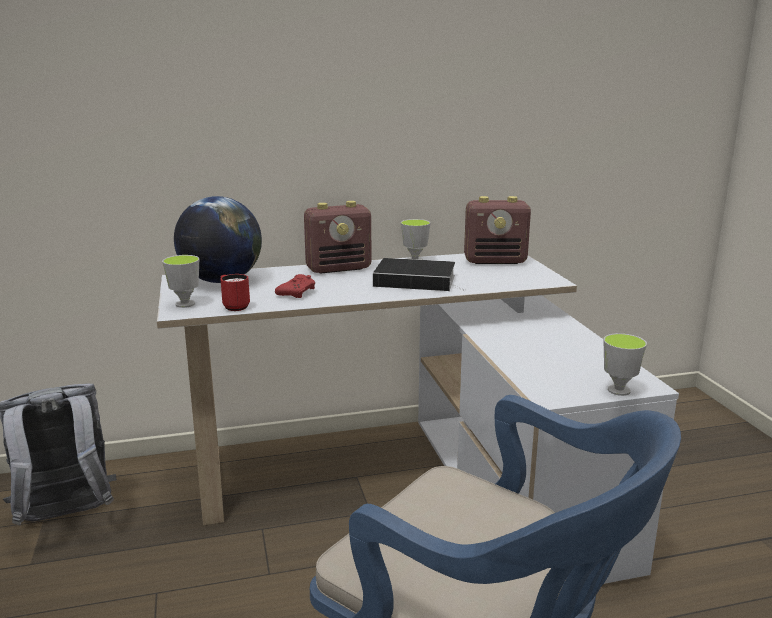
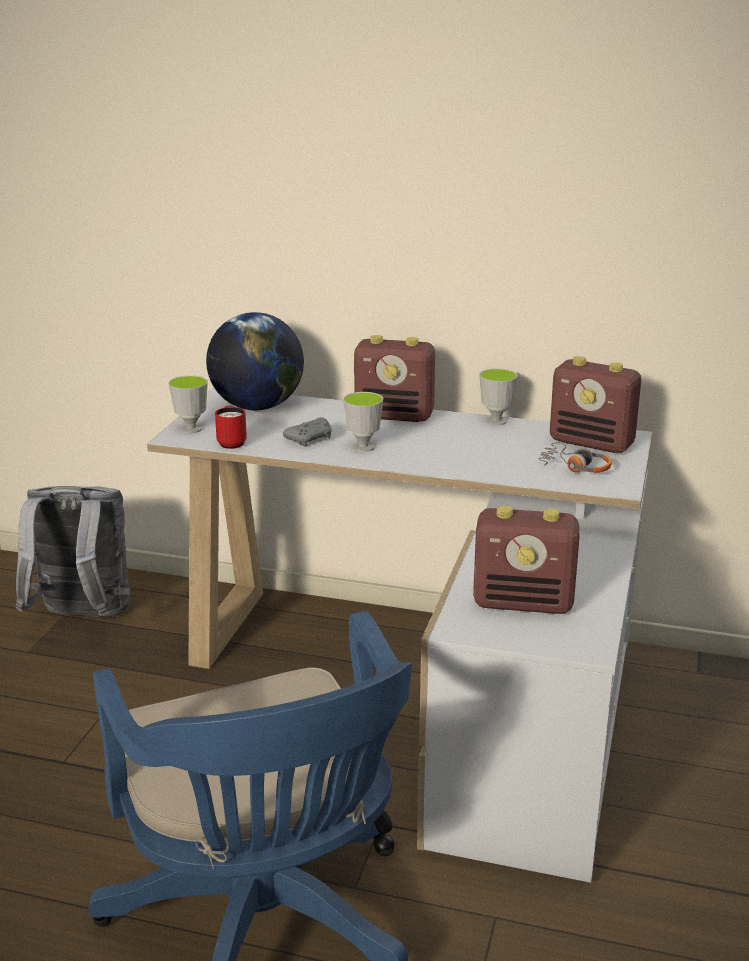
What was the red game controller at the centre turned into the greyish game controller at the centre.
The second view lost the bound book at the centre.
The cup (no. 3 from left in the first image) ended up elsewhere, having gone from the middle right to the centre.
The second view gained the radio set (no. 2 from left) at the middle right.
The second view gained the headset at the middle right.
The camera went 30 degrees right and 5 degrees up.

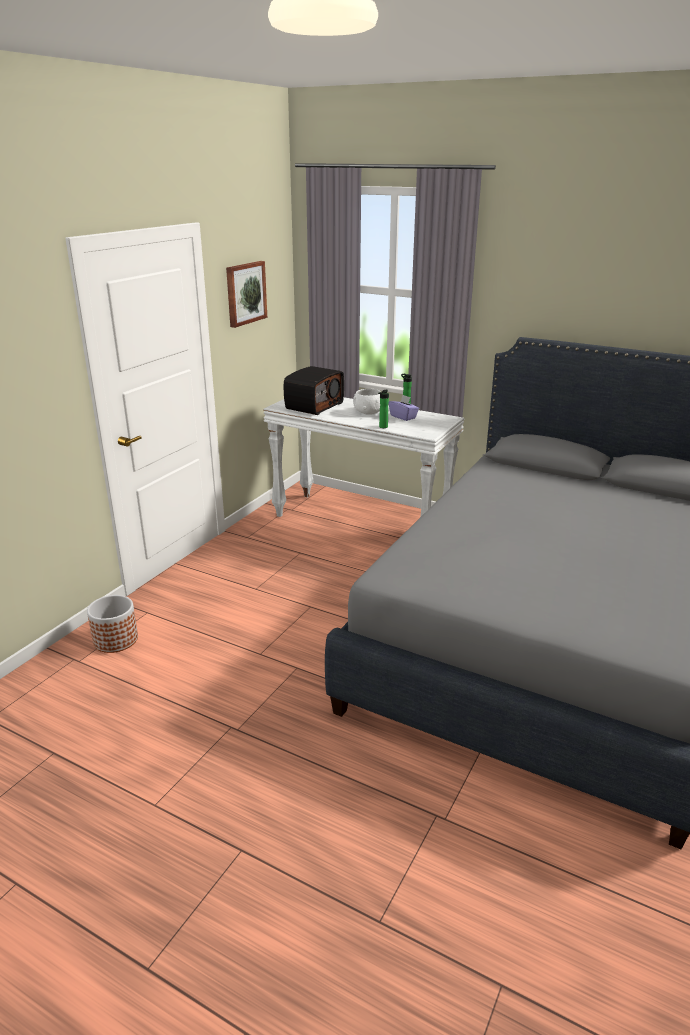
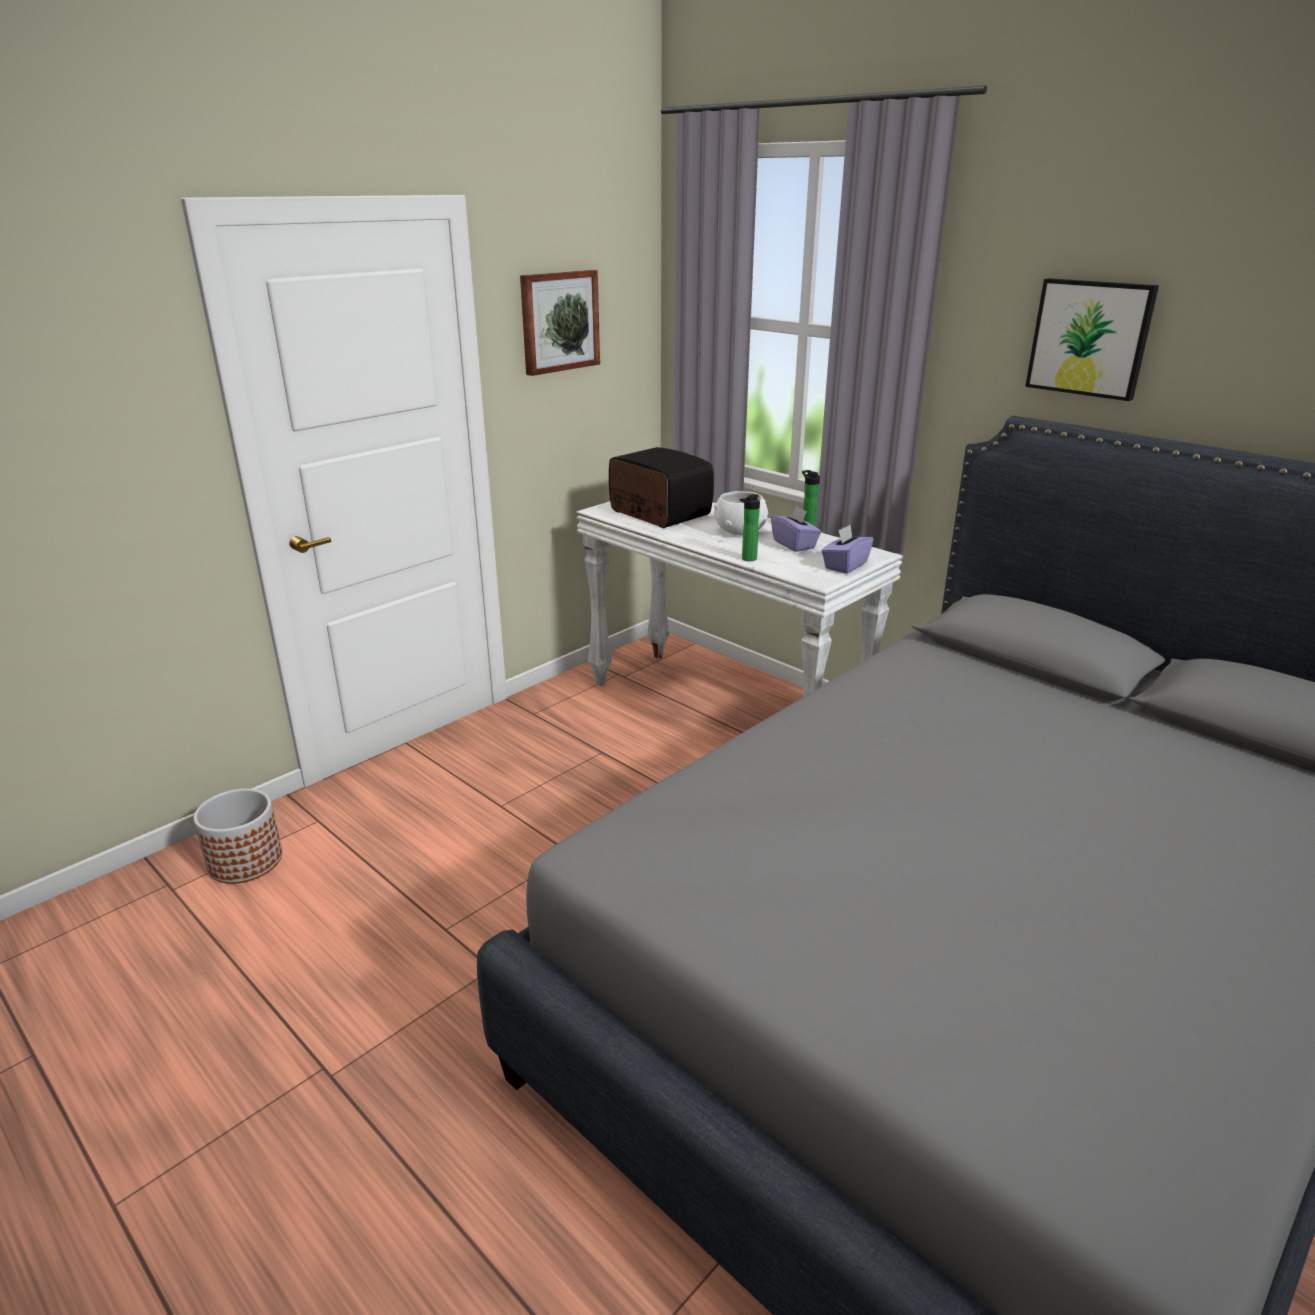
The radio set at the centre ended up facing another way, 90 degrees counterclockwise from before.
The second view gained the purple box of tissues (no. 2 from left) at the centre.
The second view gained the wall art (no. 2 from left) at the top right.
The camera went 15 degrees right and 0 degrees up.

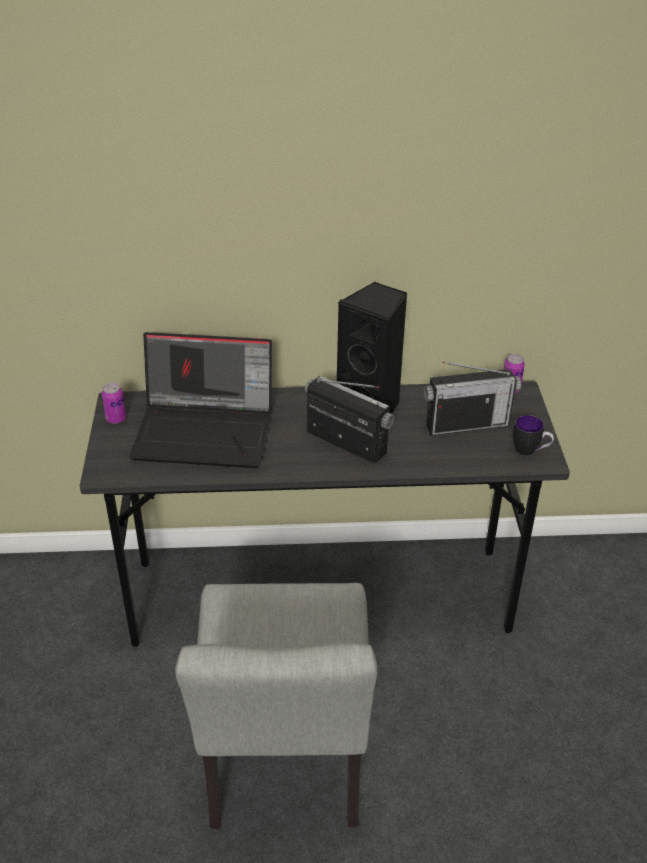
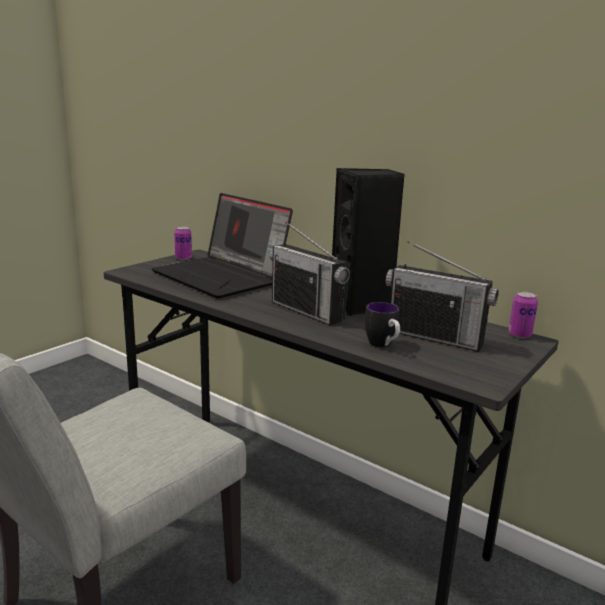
The radio set (no. 1 from left) at the centre ended up facing another way, 150 degrees clockwise from before.
The mug ended up elsewhere, having gone from the middle right to the centre.
The camera went 40 degrees right and 20 degrees down.

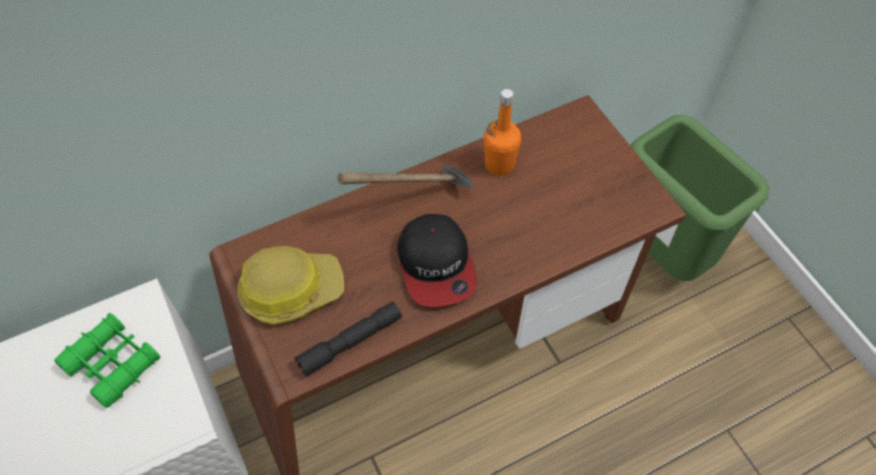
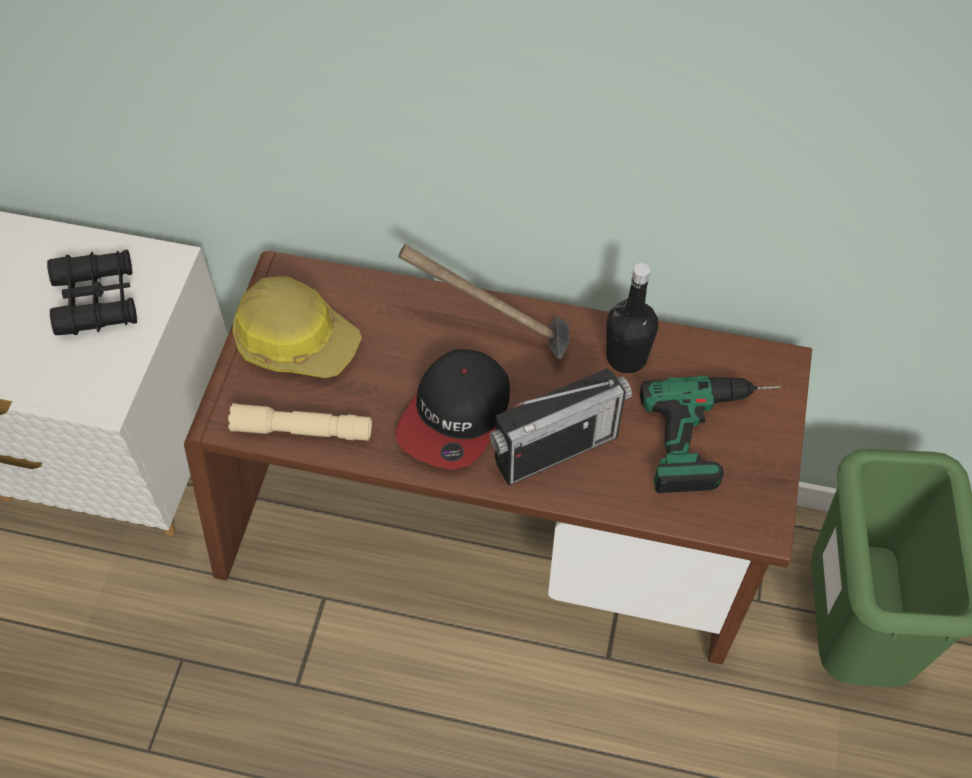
What was the green-coloured field glasses at the bottom left turned into the black field glasses at the middle left.
What was the black torch at the bottom centre turned into the sand-coloured torch at the middle left.
What was the orangey beverage bottle at the top centre turned into the black beverage bottle at the centre.
The second view gained the radio set at the centre.
The second view gained the power drill at the middle right.
The camera went 40 degrees right and 0 degrees up.

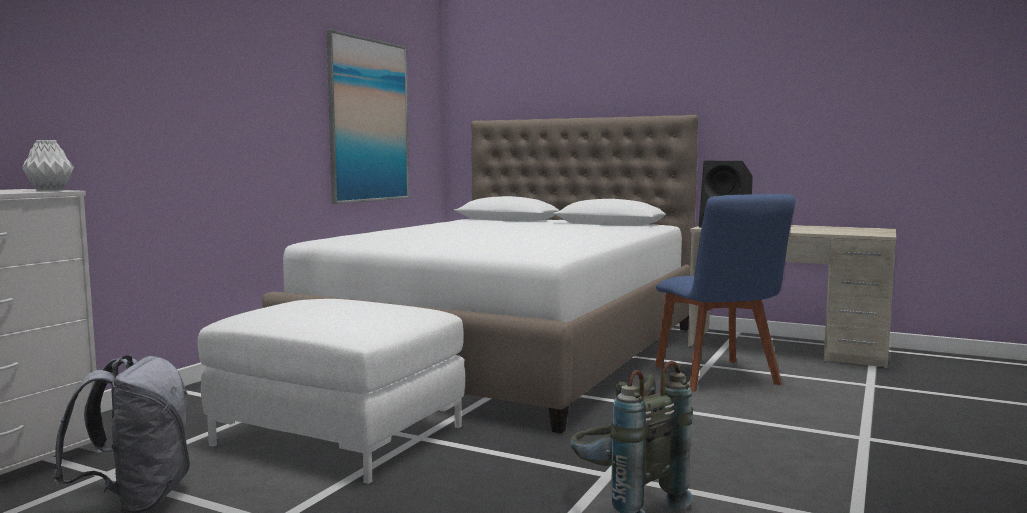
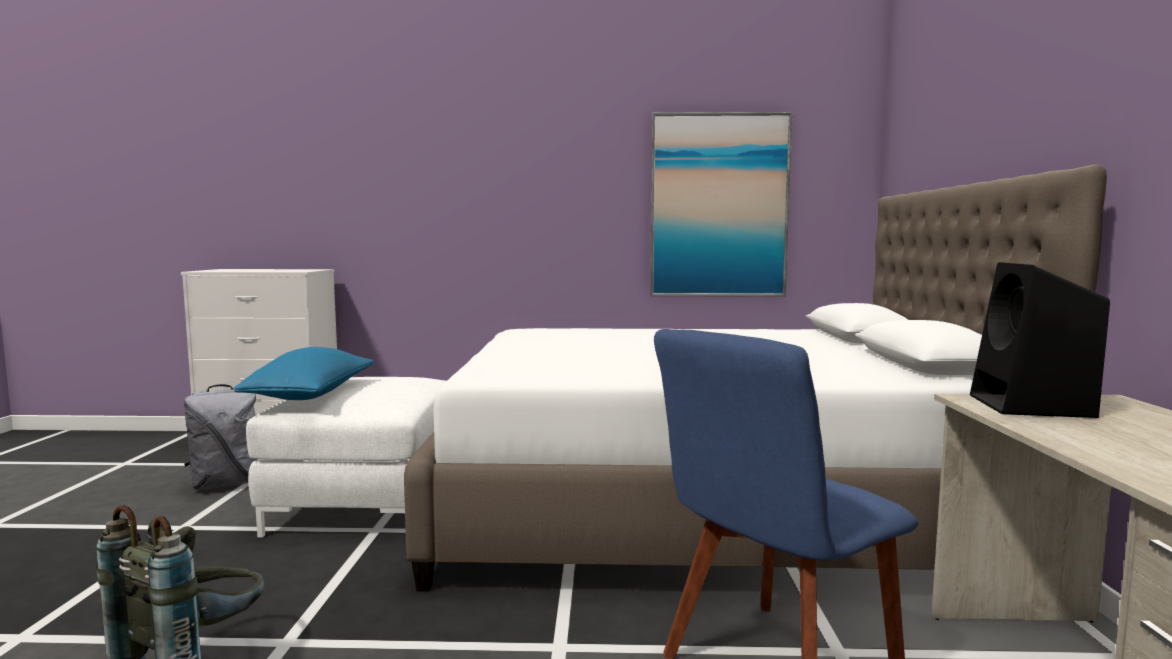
The second view lost the whitish flower vase at the top left.
The second view gained the blue pillow at the middle left.
The camera went 65 degrees right and 0 degrees up.

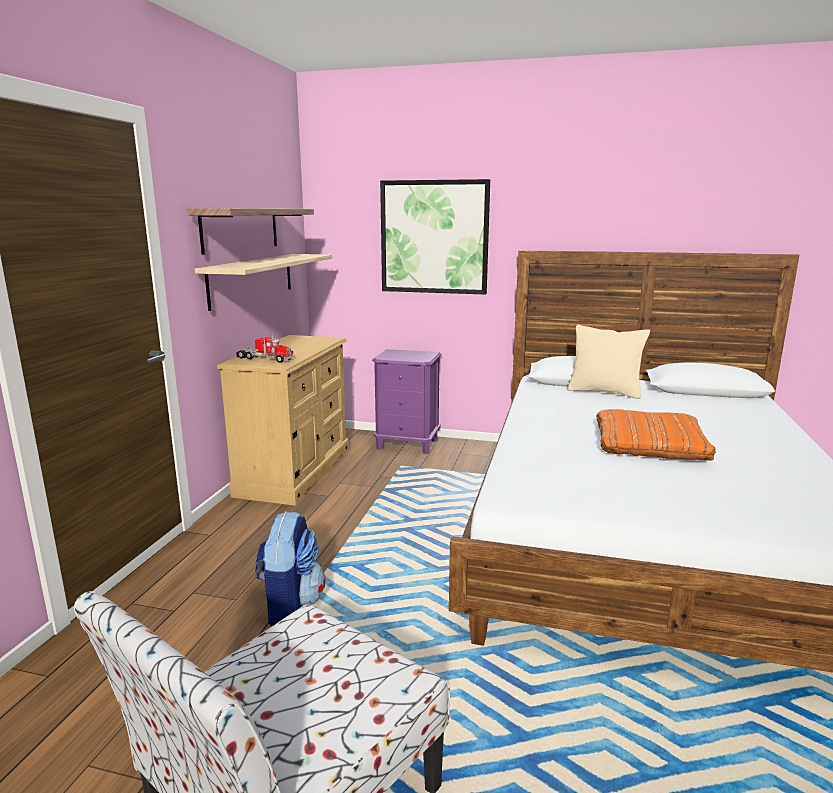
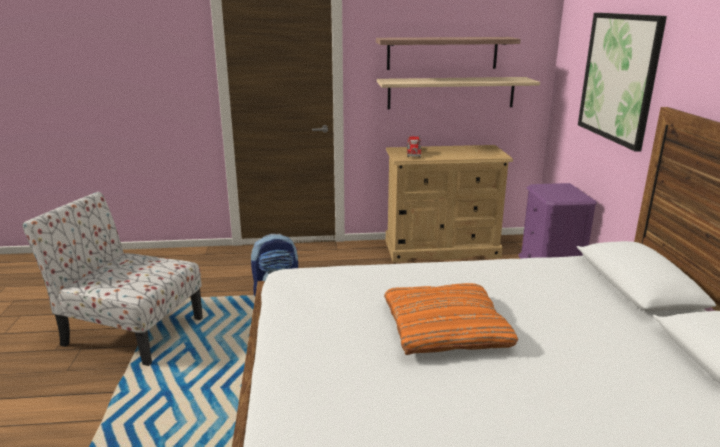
The second view lost the sand-coloured pillow at the middle right.
The camera went 70 degrees right and 5 degrees up.

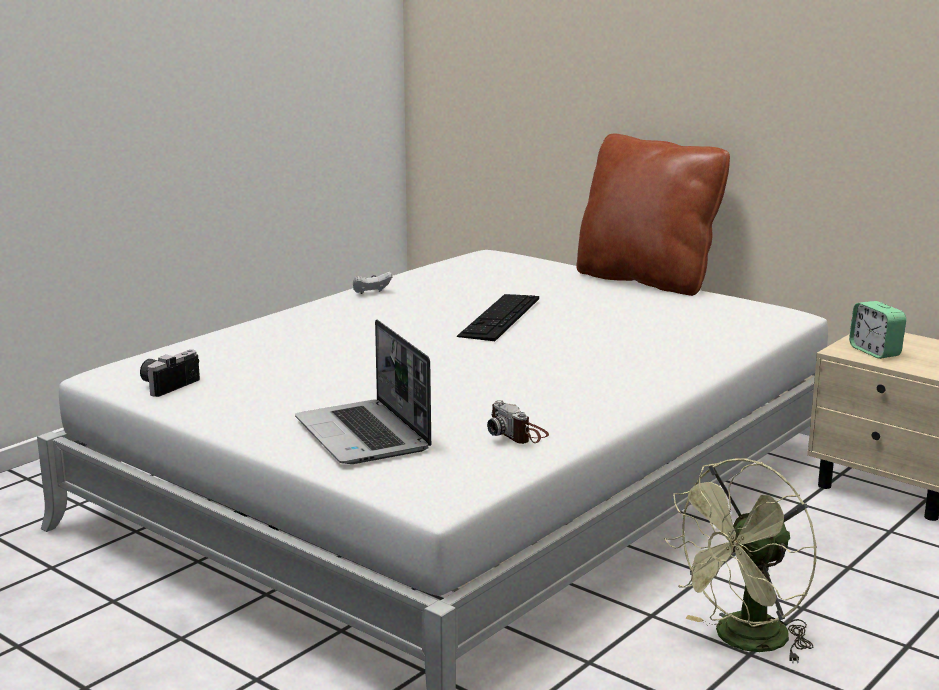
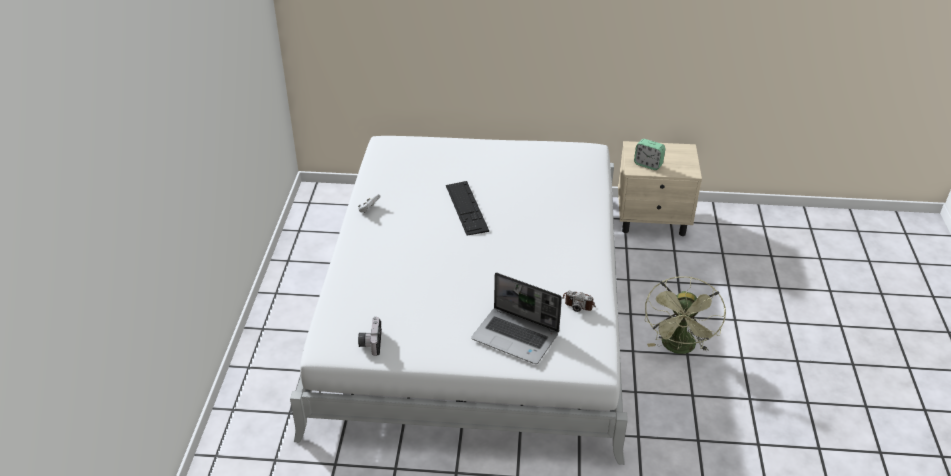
The second view lost the brownish pillow at the top right.
The camera went 35 degrees left and 20 degrees up.

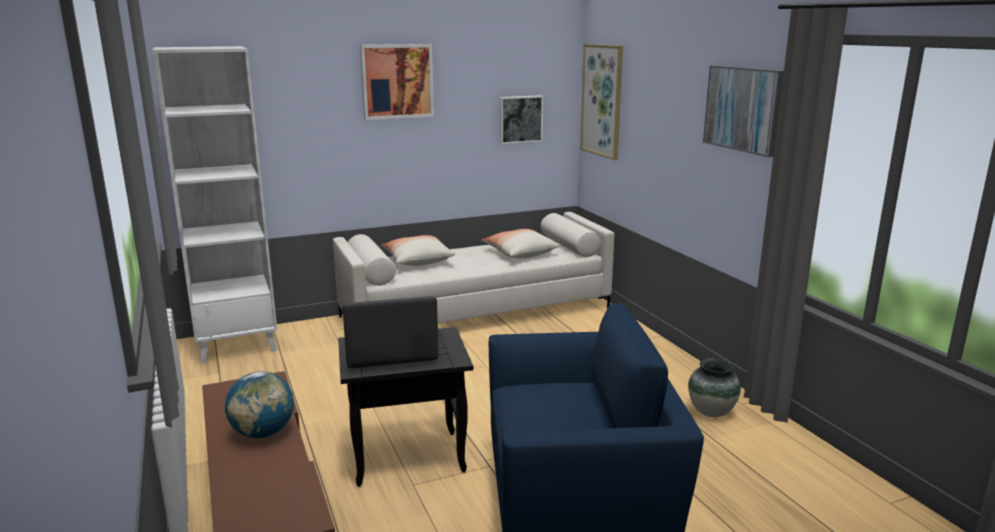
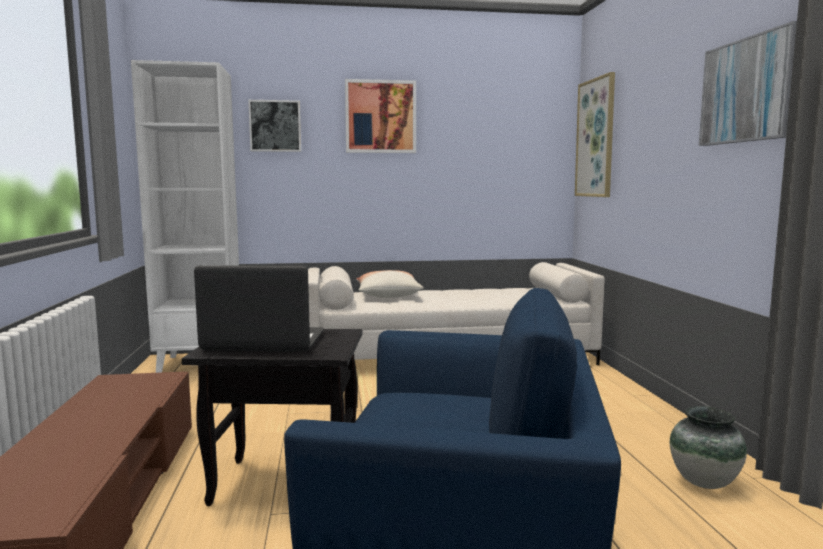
The second view lost the globe at the bottom left.
The second view lost the pillow (no. 2 from left) at the centre.
The wall art (no. 2 from left in the first image) ended up elsewhere, having gone from the top centre to the top left.
The camera went 15 degrees right and 10 degrees down.

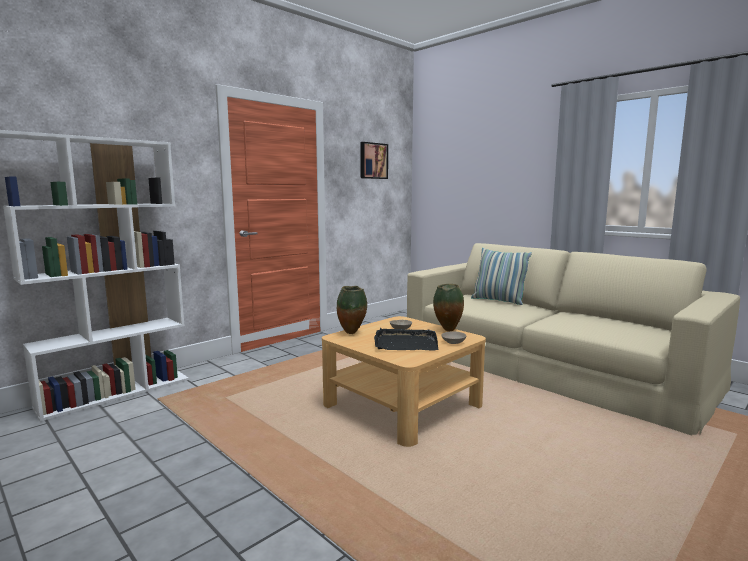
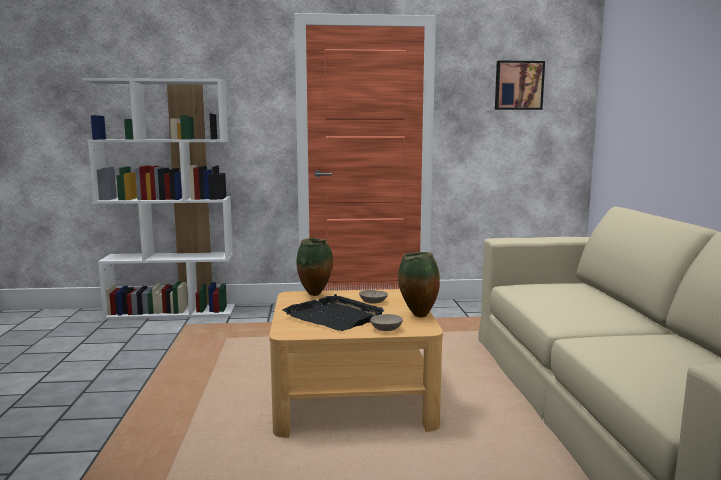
The second view lost the pillow at the middle right.
The camera went 40 degrees right and 0 degrees up.

